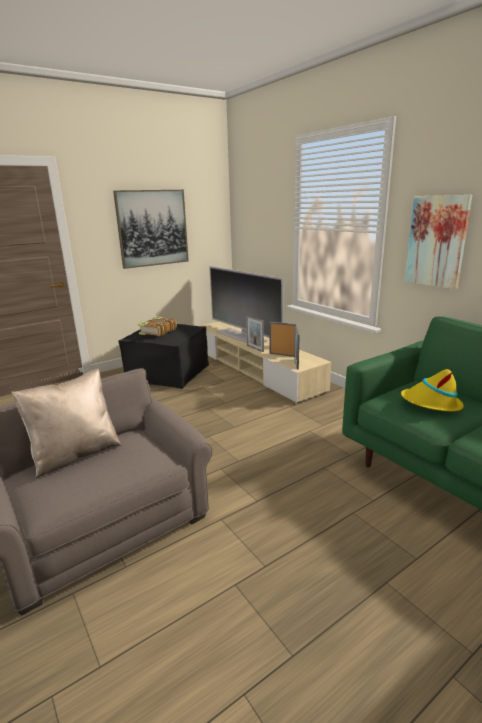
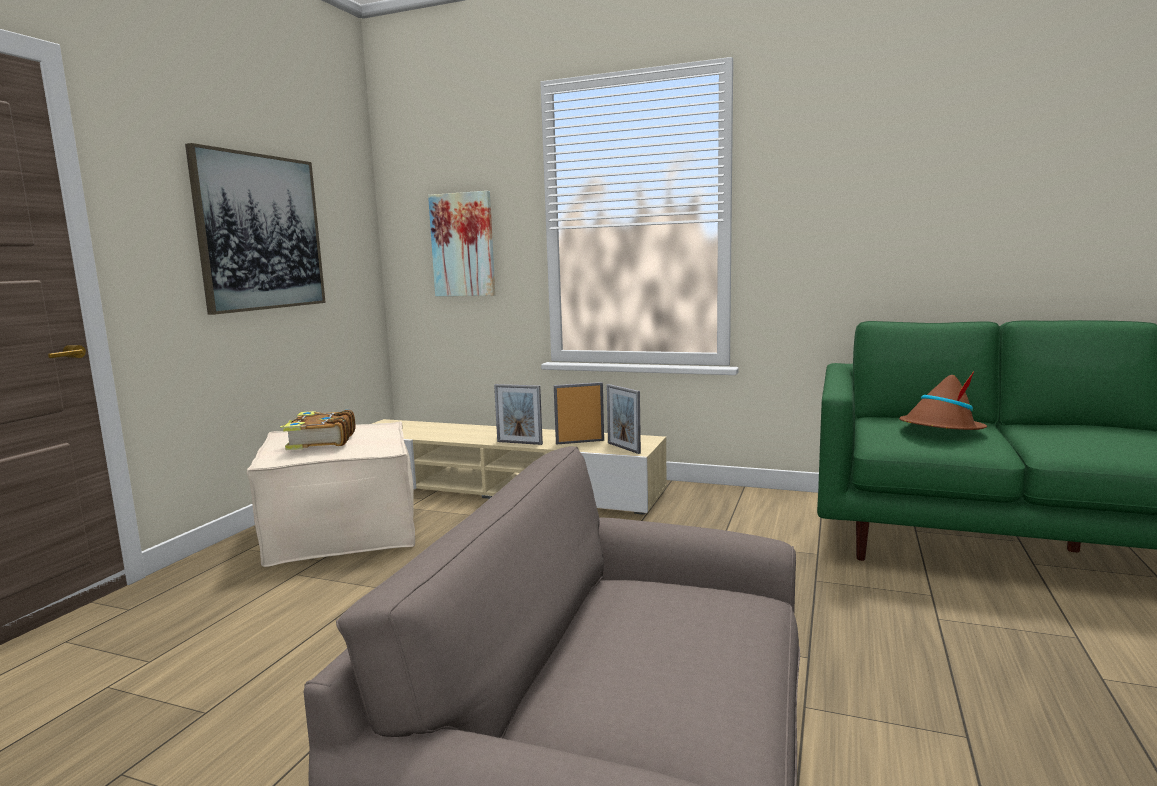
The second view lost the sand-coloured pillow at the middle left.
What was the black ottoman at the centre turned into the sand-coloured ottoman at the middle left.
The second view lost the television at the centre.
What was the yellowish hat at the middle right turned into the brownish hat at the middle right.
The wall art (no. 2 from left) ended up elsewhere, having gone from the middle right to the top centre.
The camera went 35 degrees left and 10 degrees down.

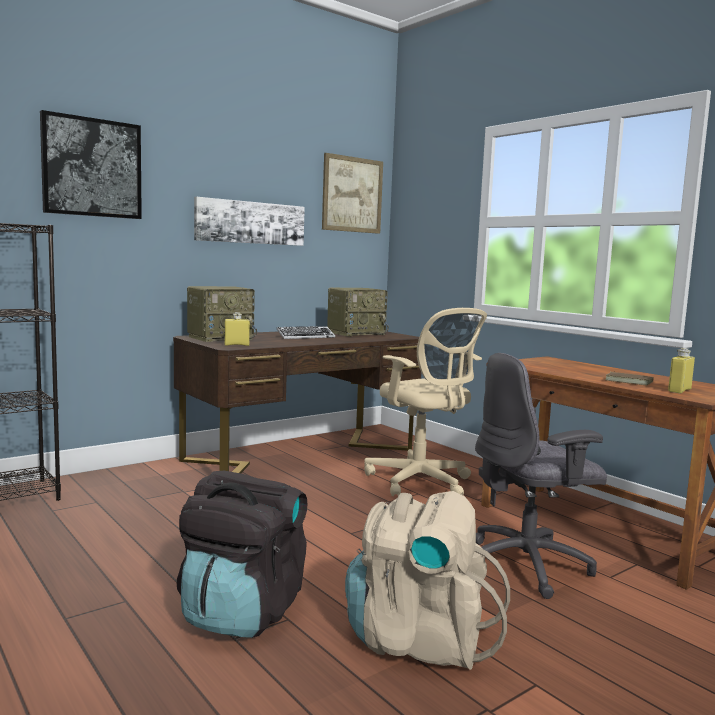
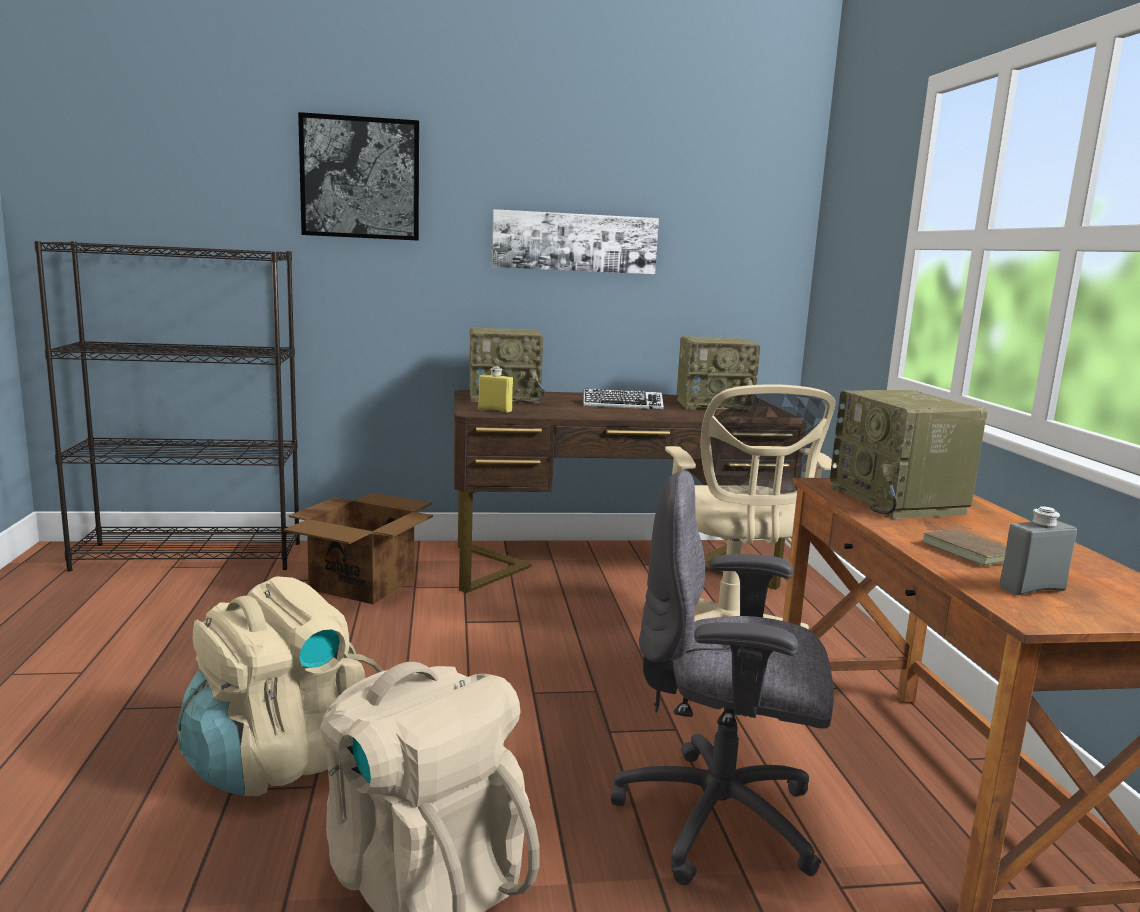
What was the black knapsack at the bottom centre turned into the sand-coloured knapsack (no. 1 from left) at the bottom left.
The second view lost the wall art (no. 3 from left) at the top centre.
What was the yellowish beverage bottle (no. 2 from left) at the middle right turned into the greyish beverage bottle at the middle right.
The second view gained the cardboard box at the middle left.
The second view gained the radio set (no. 3 from left) at the middle right.
The camera went 30 degrees right and 5 degrees up.

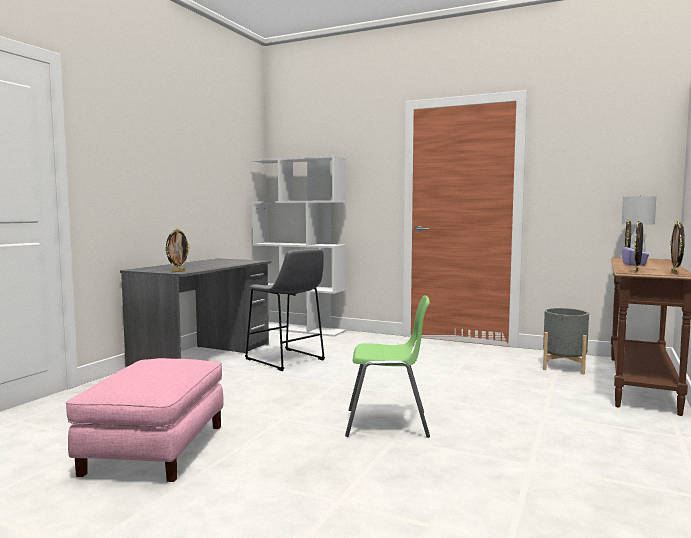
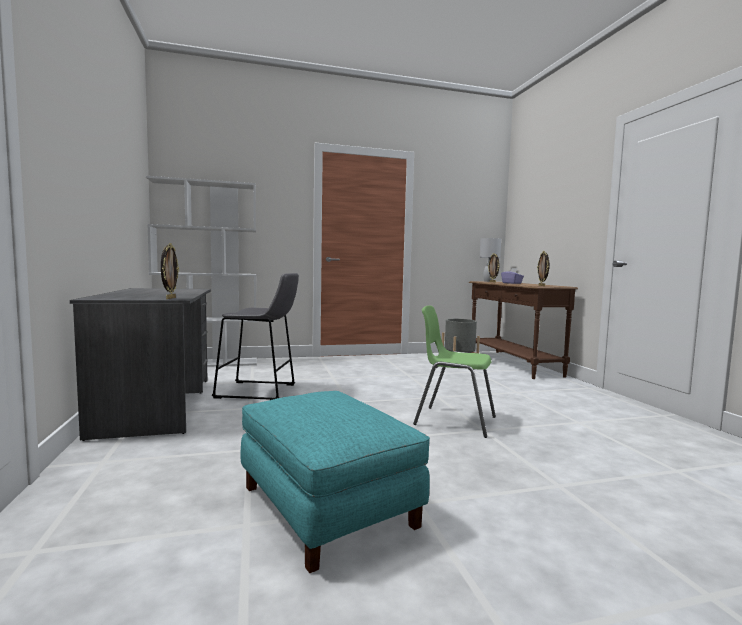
What was the pinkish ottoman at the bottom left turned into the turquoise-coloured ottoman at the bottom centre.
The green-coloured chair at the bottom centre ended up facing another way, 120 degrees counterclockwise from before.
The second view lost the standing frame (no. 4 from left) at the middle right.
The camera went 40 degrees left and 0 degrees up.

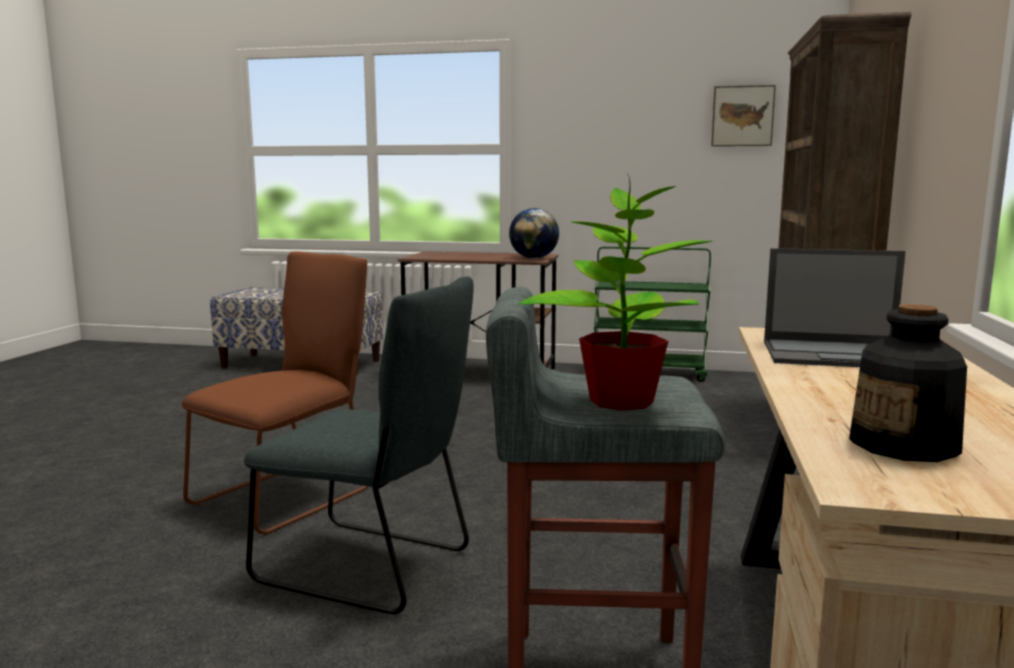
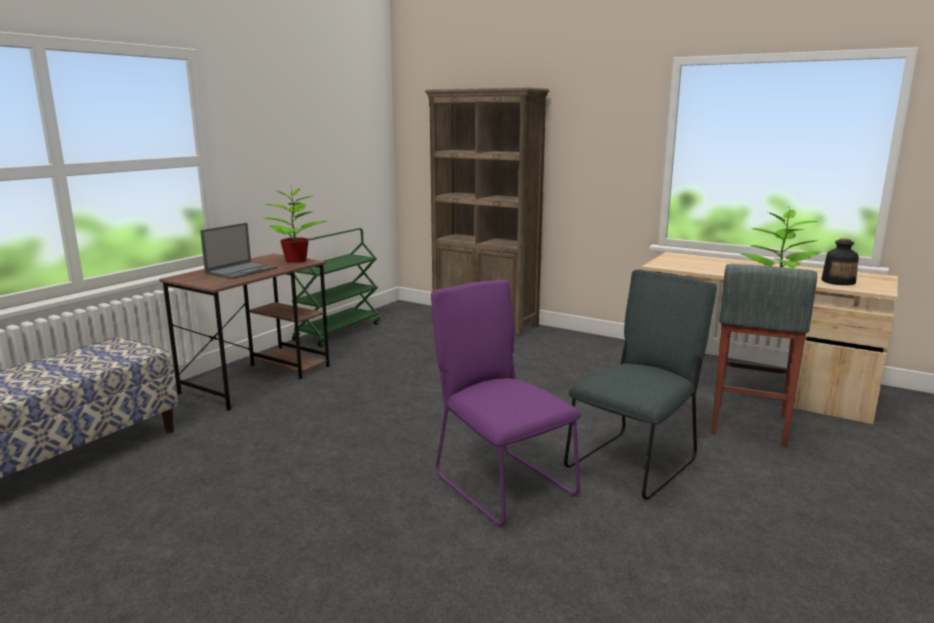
What was the brownish chair at the middle left turned into the purple chair at the centre.
Where the globe stood at the centre, the houseplant (no. 1 from left) came to stand at the middle left.
The second view lost the wall art at the top right.
The portable computer ended up elsewhere, having gone from the middle right to the middle left.
The camera went 70 degrees left and 5 degrees up.

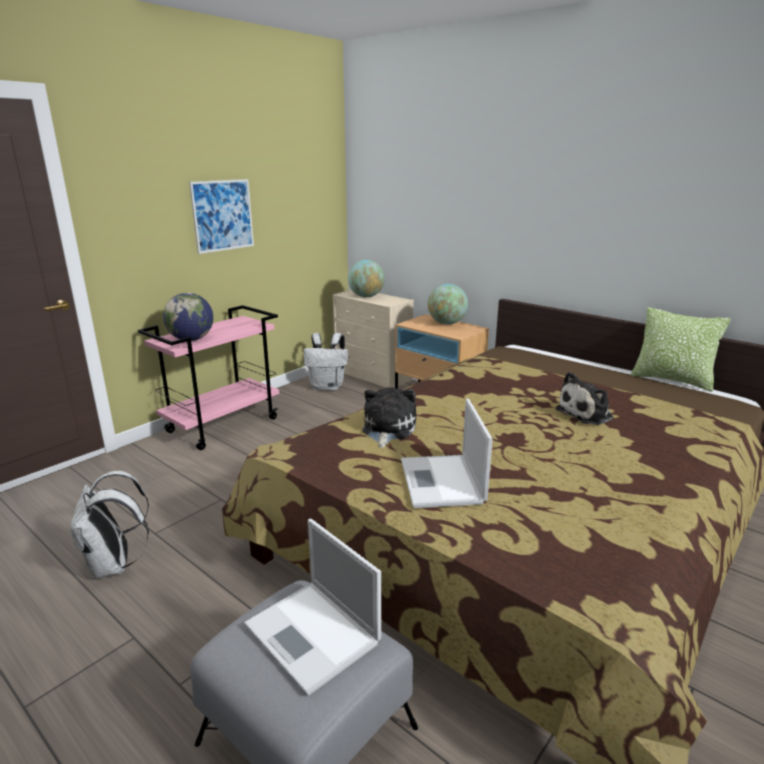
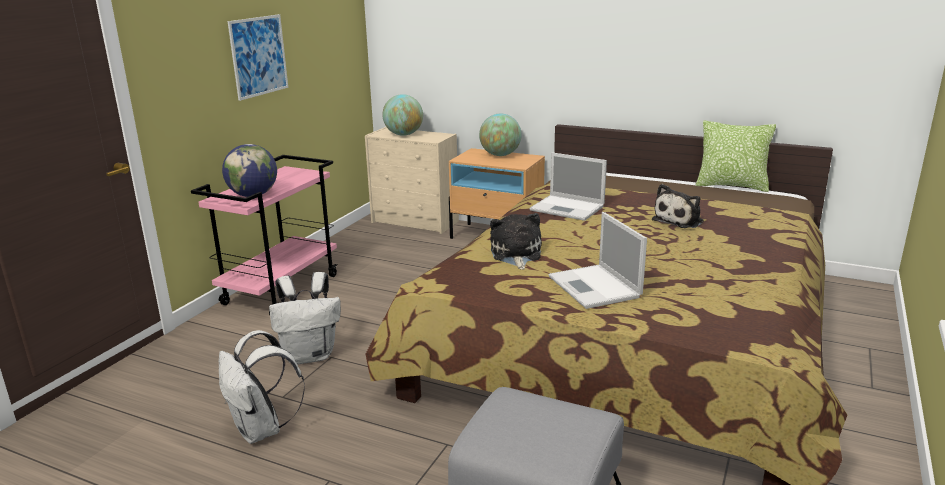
The portable computer (no. 1 from left) ended up elsewhere, having gone from the bottom centre to the centre.
The whitish knapsack (no. 2 from left) ended up elsewhere, having gone from the centre to the middle left.
The camera went 15 degrees left and 0 degrees up.

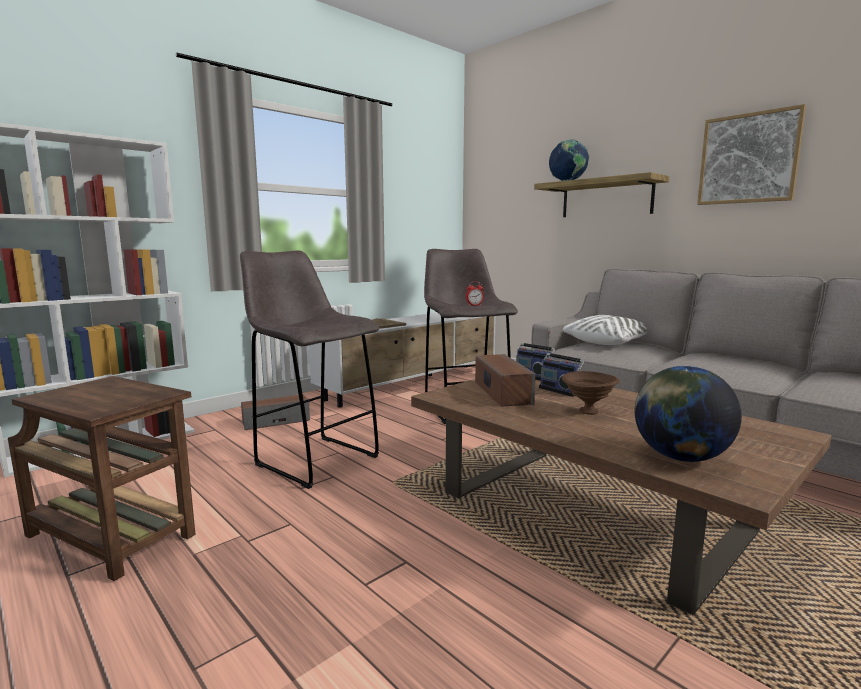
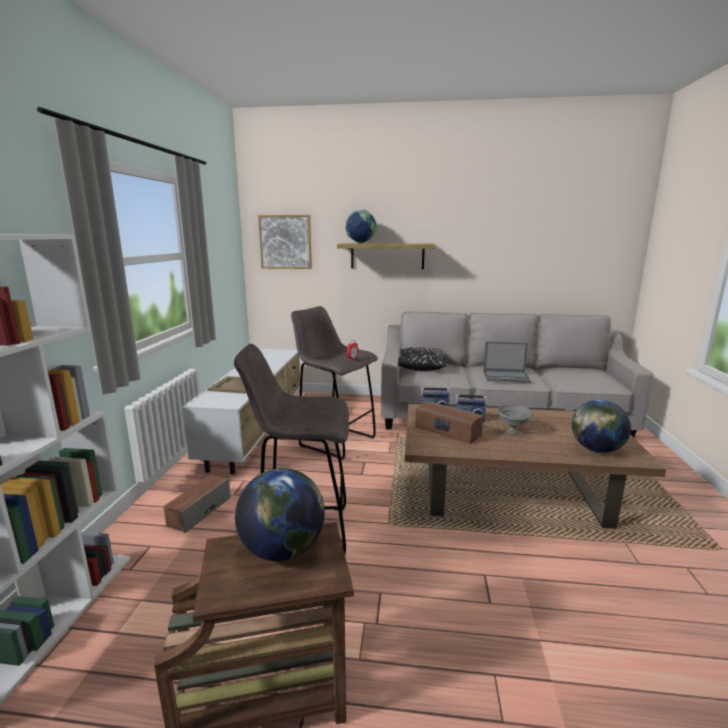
What was the brownish deep dish at the middle right turned into the greyish deep dish at the middle right.
What was the whitish pillow at the middle right turned into the black pillow at the centre.
The wall art ended up elsewhere, having gone from the top right to the top centre.
The second view gained the globe (no. 1 from left) at the bottom centre.
The second view gained the portable computer at the middle right.
The camera went 40 degrees left and 5 degrees up.

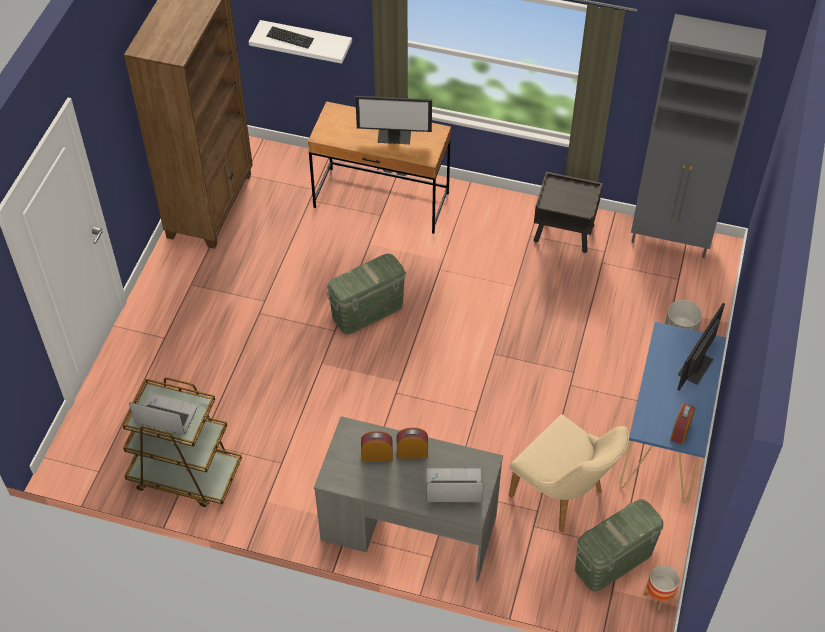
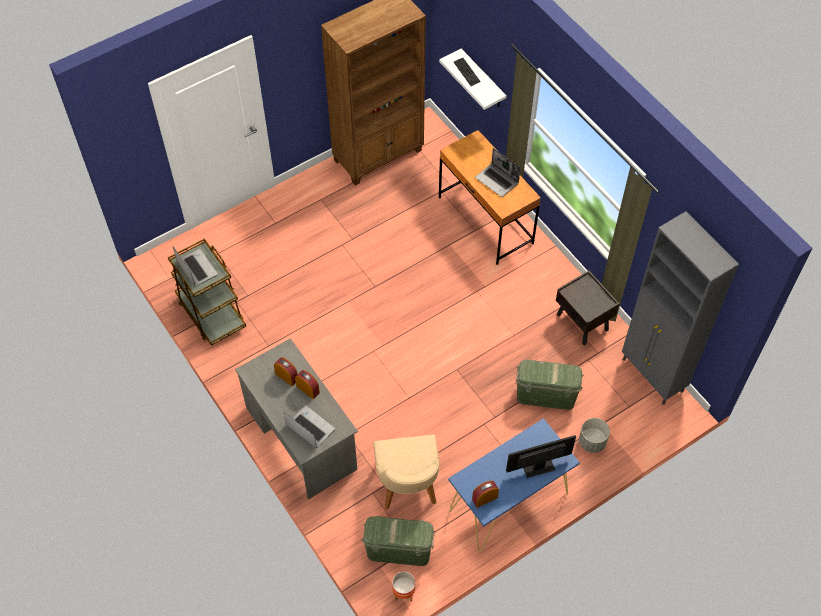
The green-coloured storage bin (no. 1 from left in the first image) ended up elsewhere, having gone from the centre to the middle right.
Where the computer display (no. 1 from left) stood at the top centre, the portable computer (no. 3 from left) came to stand at the top centre.
The camera went 40 degrees right and 5 degrees up.

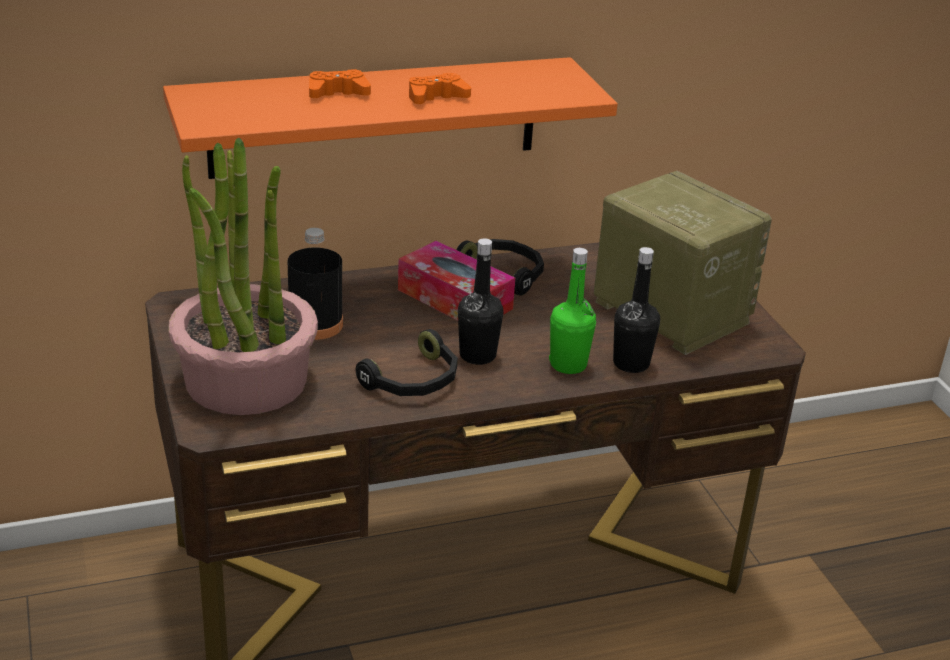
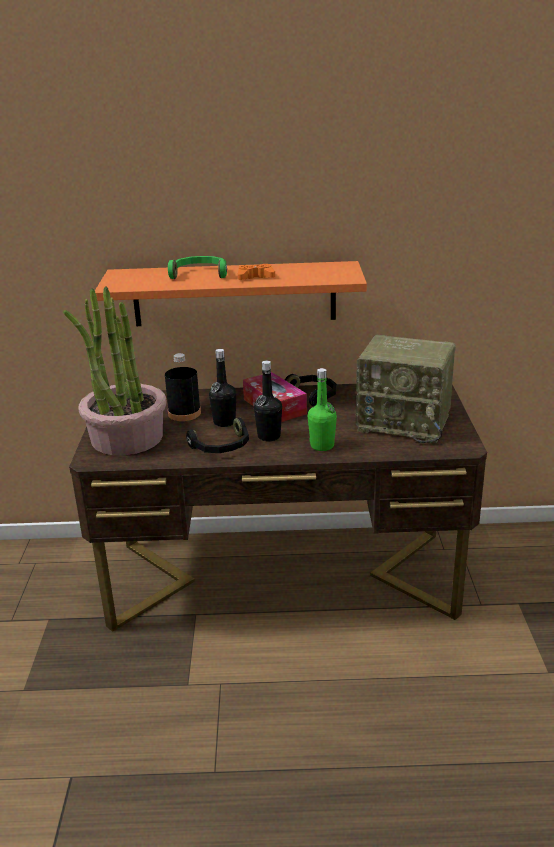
Where the orangey game controller (no. 1 from left) stood at the top centre, the green-coloured headset came to stand at the top centre.
The radio set at the middle right ended up facing another way, 135 degrees clockwise from before.
The black beverage bottle (no. 3 from left in the first image) ended up elsewhere, having gone from the middle right to the centre.
The camera went 20 degrees right and 5 degrees down.

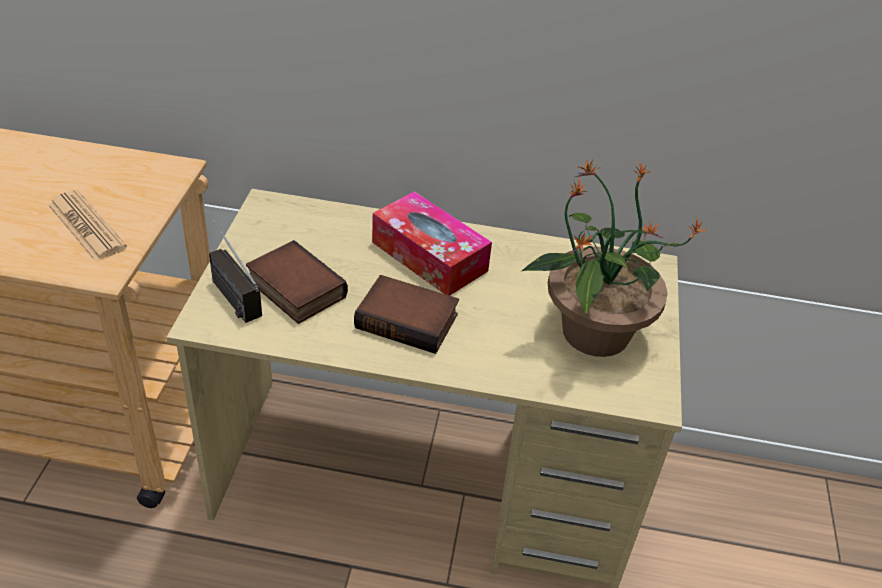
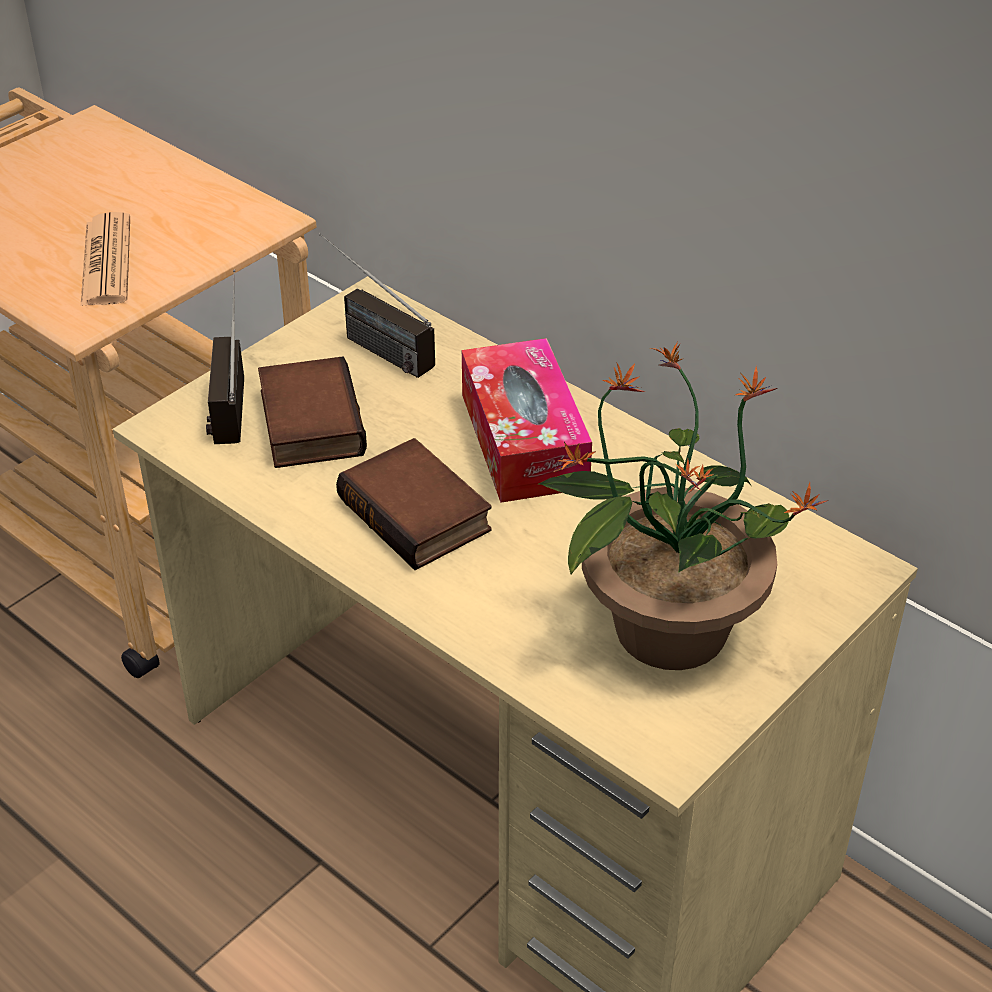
The second view gained the radio set (no. 2 from left) at the top centre.
The camera went 35 degrees right and 0 degrees up.

